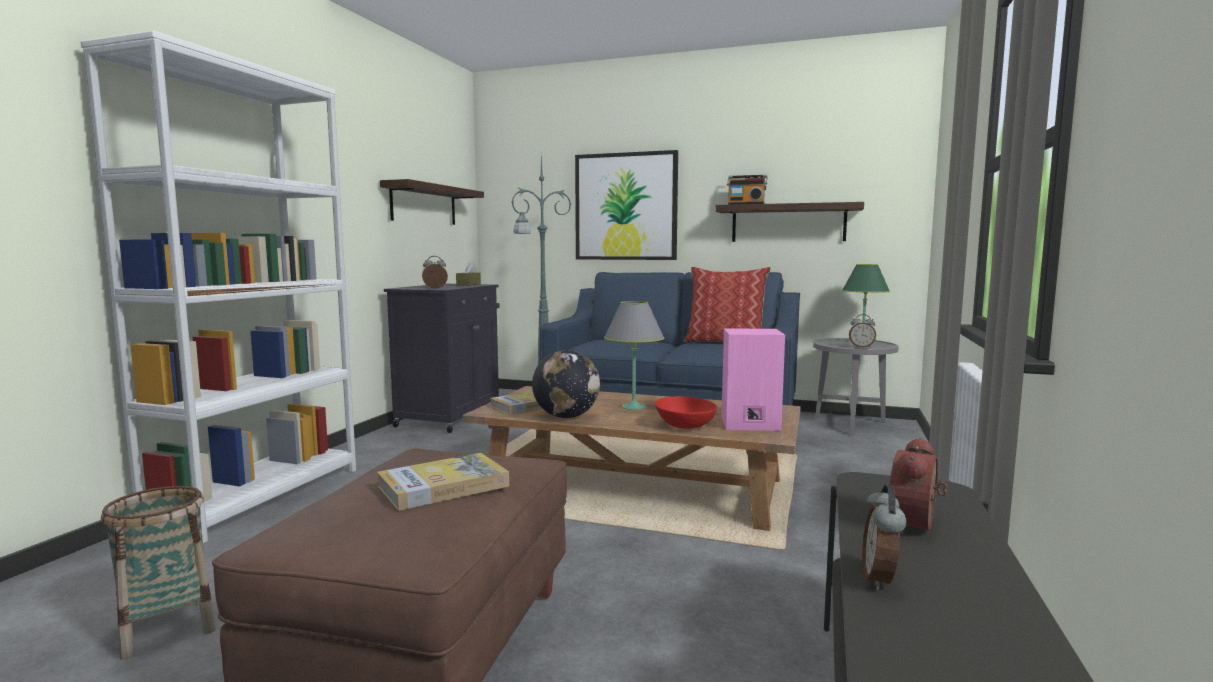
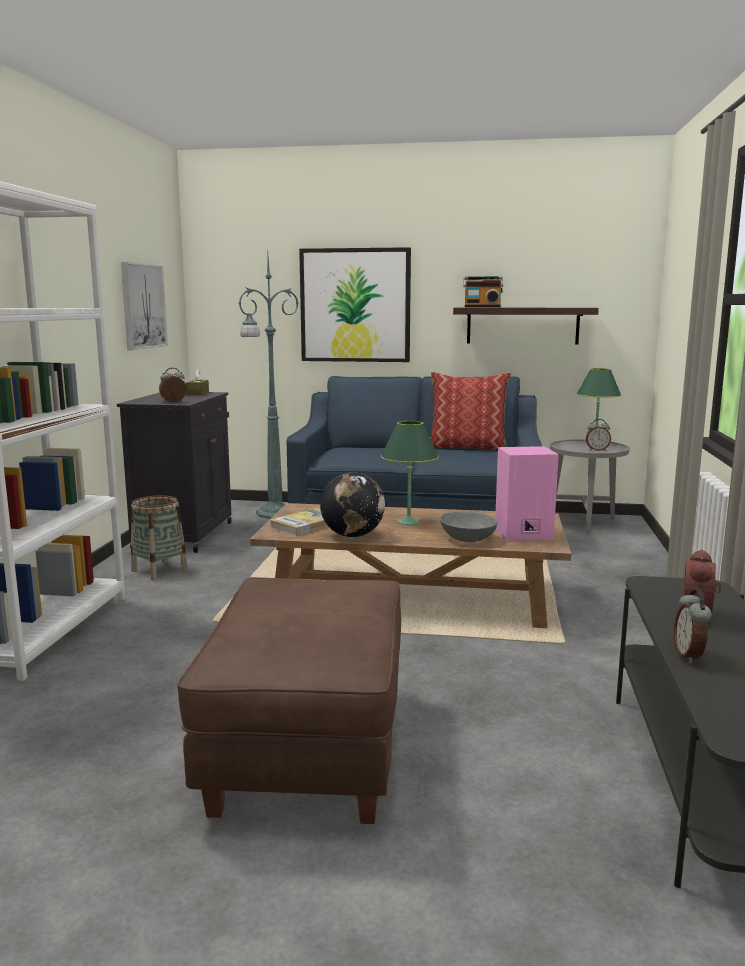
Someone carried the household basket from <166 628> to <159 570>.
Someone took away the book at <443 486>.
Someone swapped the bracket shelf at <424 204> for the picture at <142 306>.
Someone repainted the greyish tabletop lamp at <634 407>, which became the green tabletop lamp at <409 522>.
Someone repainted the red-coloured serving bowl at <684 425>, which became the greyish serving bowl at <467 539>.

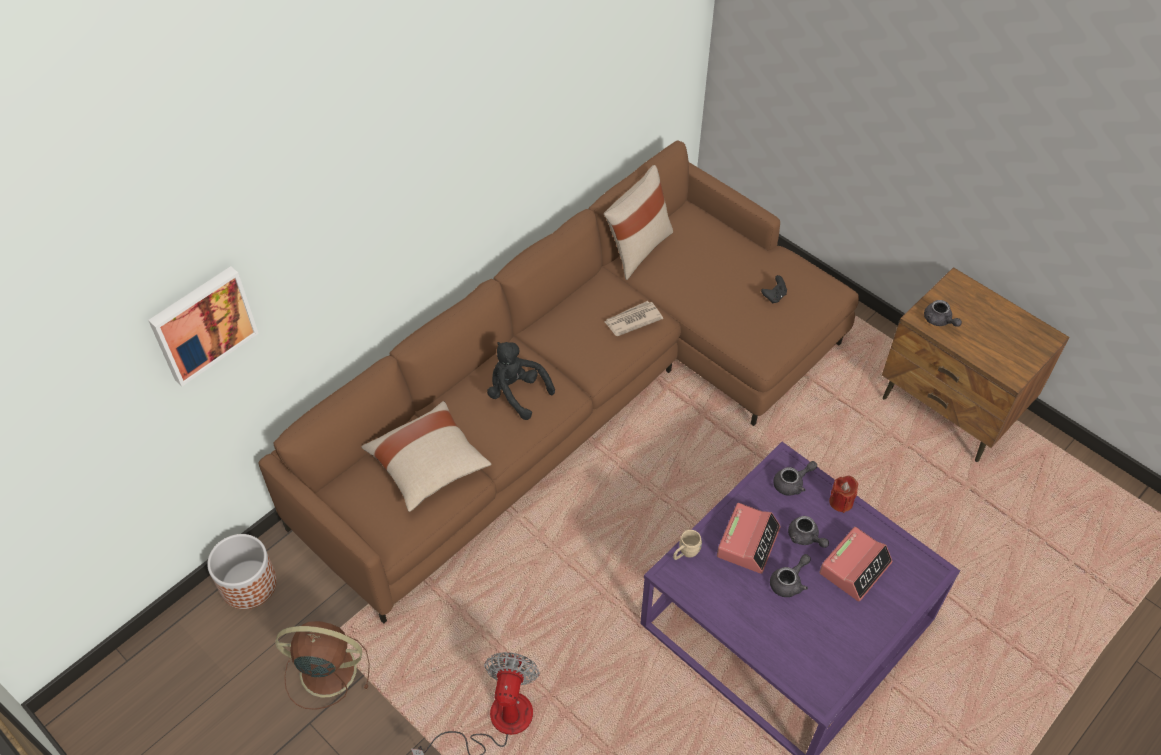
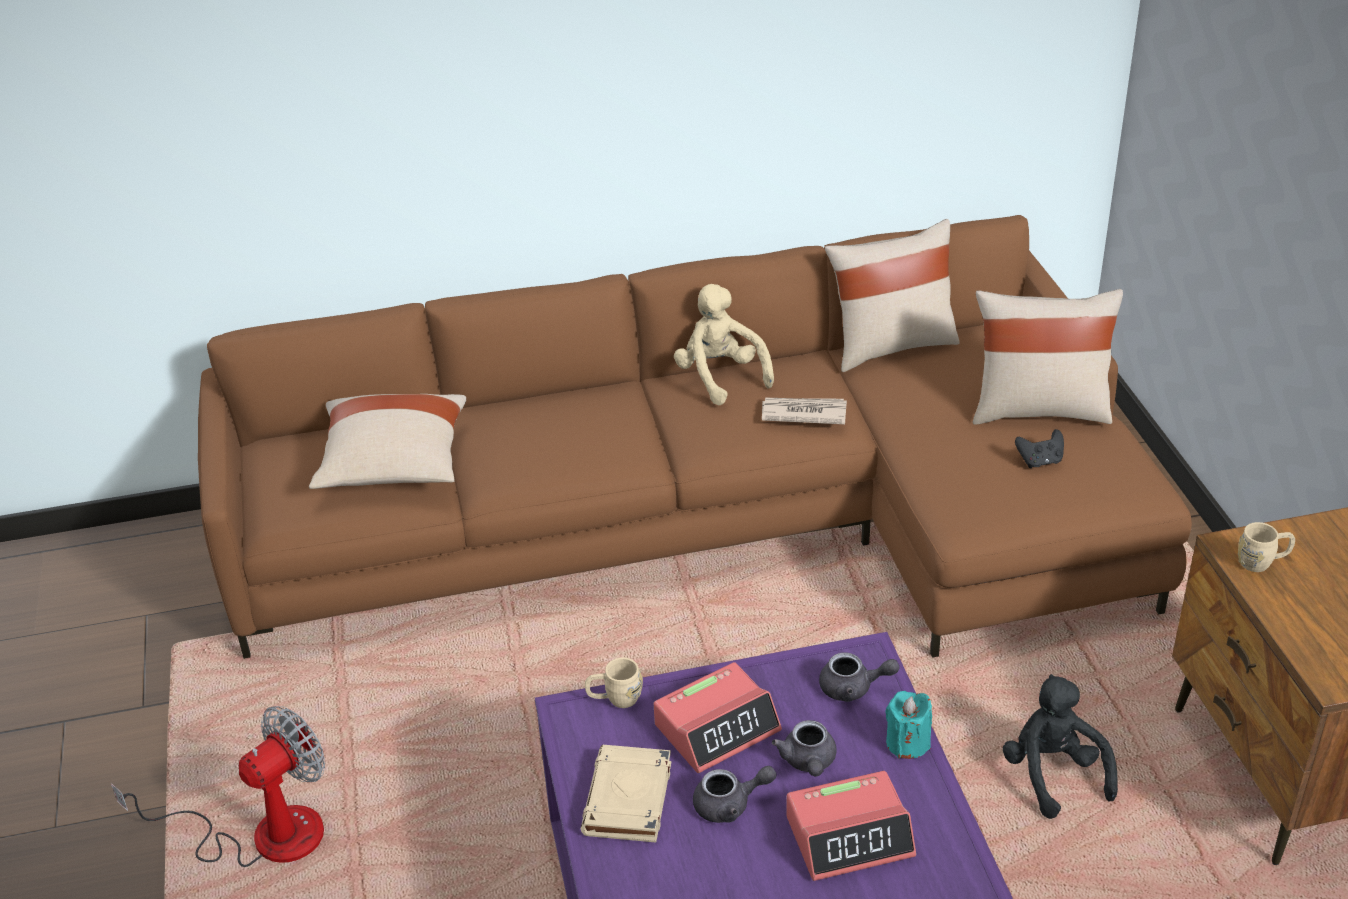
Someone took away the picture at <202 324>.
Someone took away the planter at <248 583>.
Someone took away the brown electric fan at <325 670>.
Someone carried the black plush toy from <516 393> to <1053 774>.
Someone repainted the red-coloured wax candle at <841 501>, which became the turquoise wax candle at <907 743>.
Someone swapped the greyish teapot at <939 321> for the sand-coloured tea mug at <1262 562>.
Someone put down the sand-coloured book at <628 800>.
Someone put down the sand-coloured plush toy at <720 377>.
Someone put down the sand-coloured throw pillow at <1039 409>.

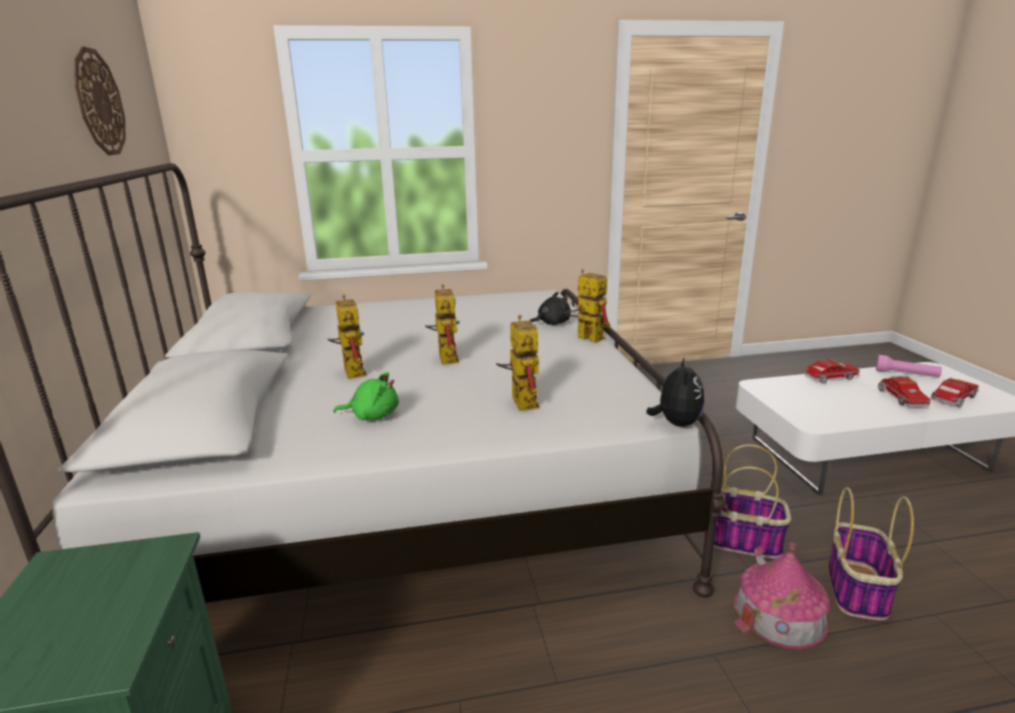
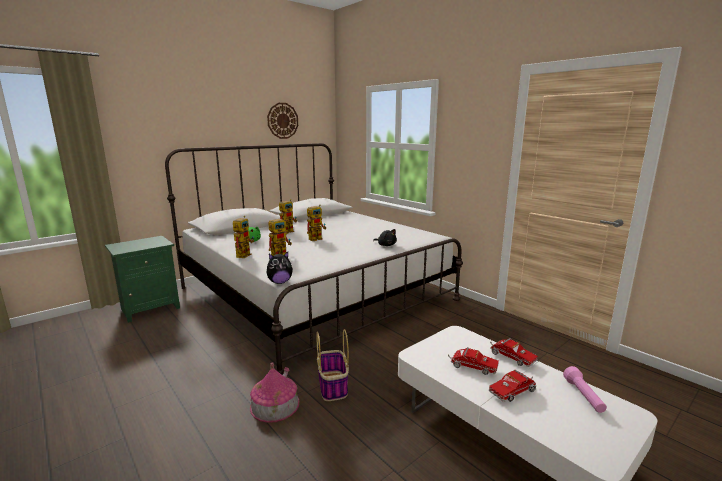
Someone carried the model robot from <584 337> to <244 254>.
Someone took away the household basket at <857 590>.
Someone carried the toy truck from <952 400> to <471 367>.

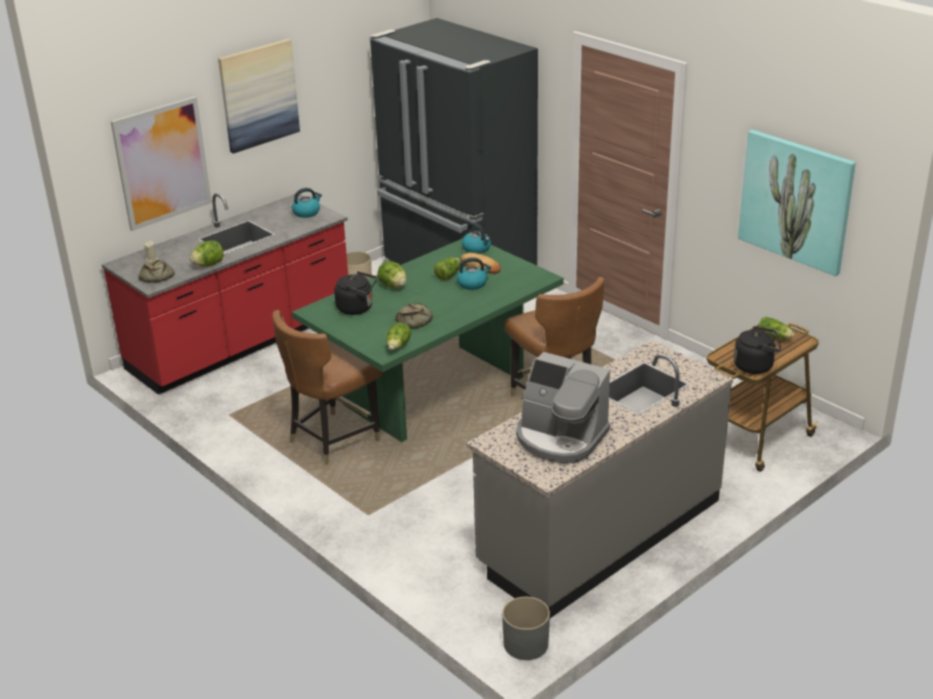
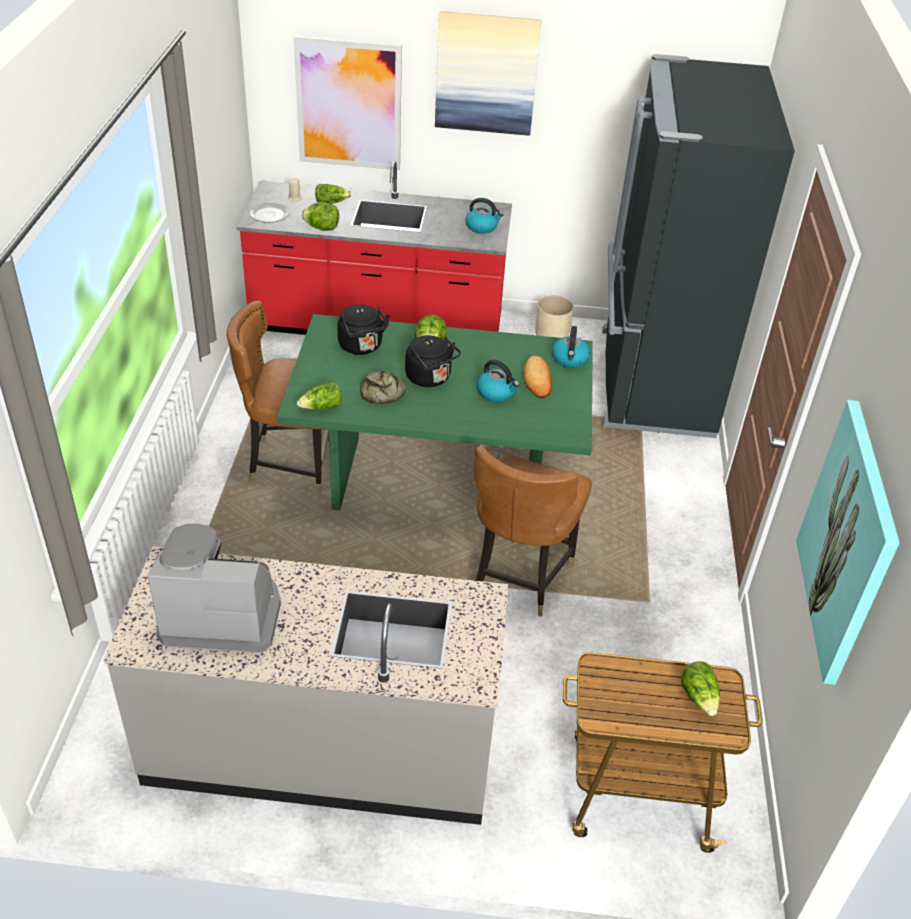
Someone swapped the bread at <156 277> for the dinner plate at <270 215>.
Someone carried the lettuce from <448 275> to <331 203>.
Someone took away the greyish planter at <526 644>.
Someone rotated the coffee brewer at <560 438> by 105 degrees clockwise.
Someone carried the black kettle from <756 366> to <430 378>.

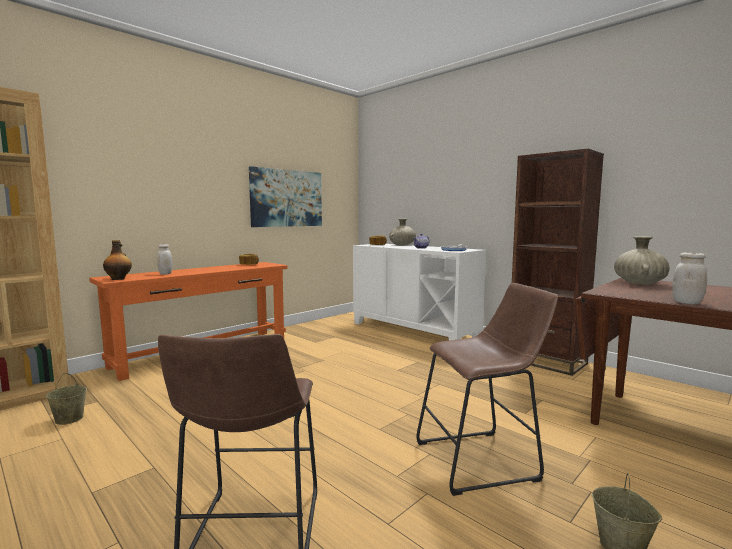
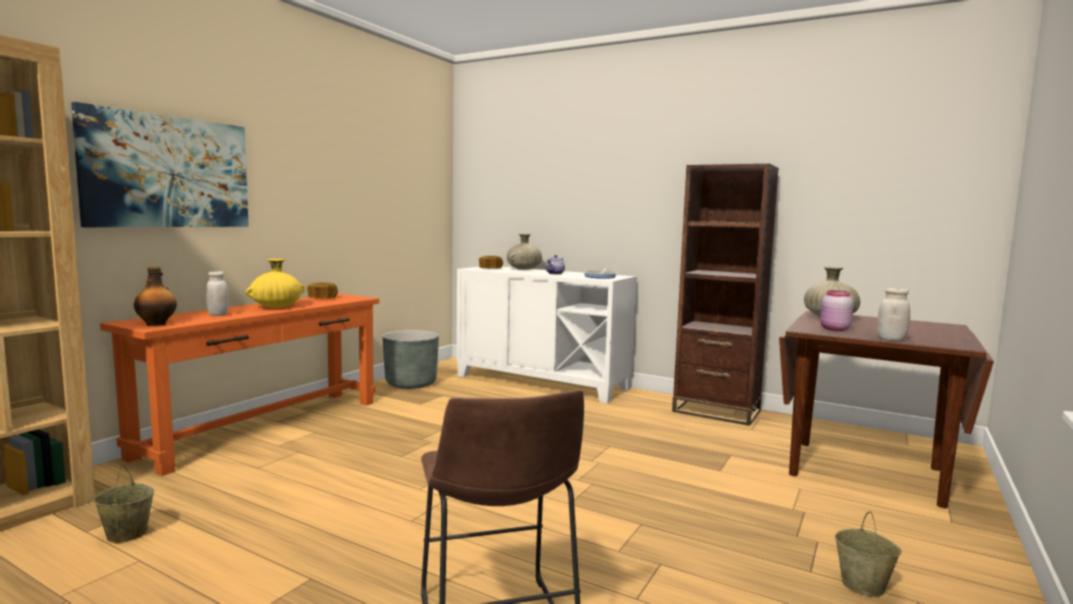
Someone carried the picture from <287 198> to <168 172>.
Someone took away the brown stool seat at <482 460>.
Someone put down the yellowish decorative vase at <276 307>.
Someone put down the greyish planter at <411 383>.
Someone put down the pinkish jar at <834 329>.

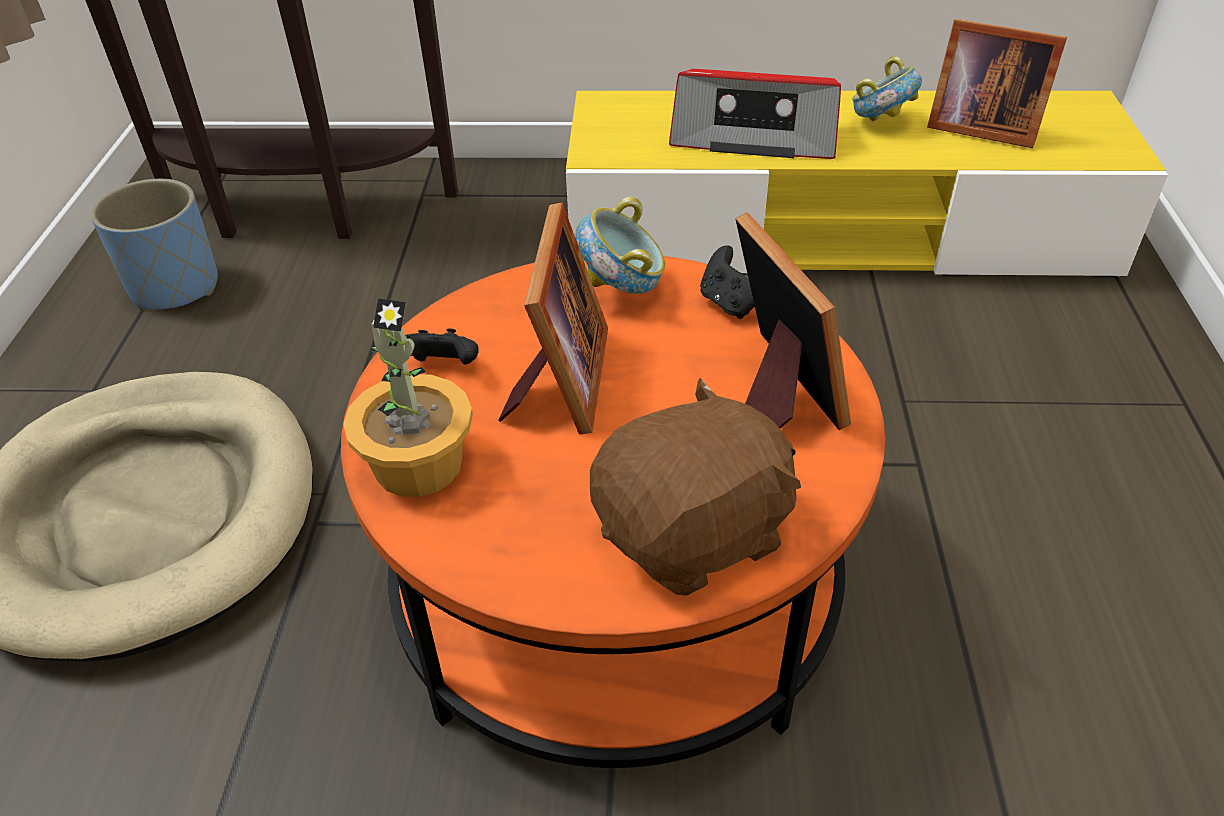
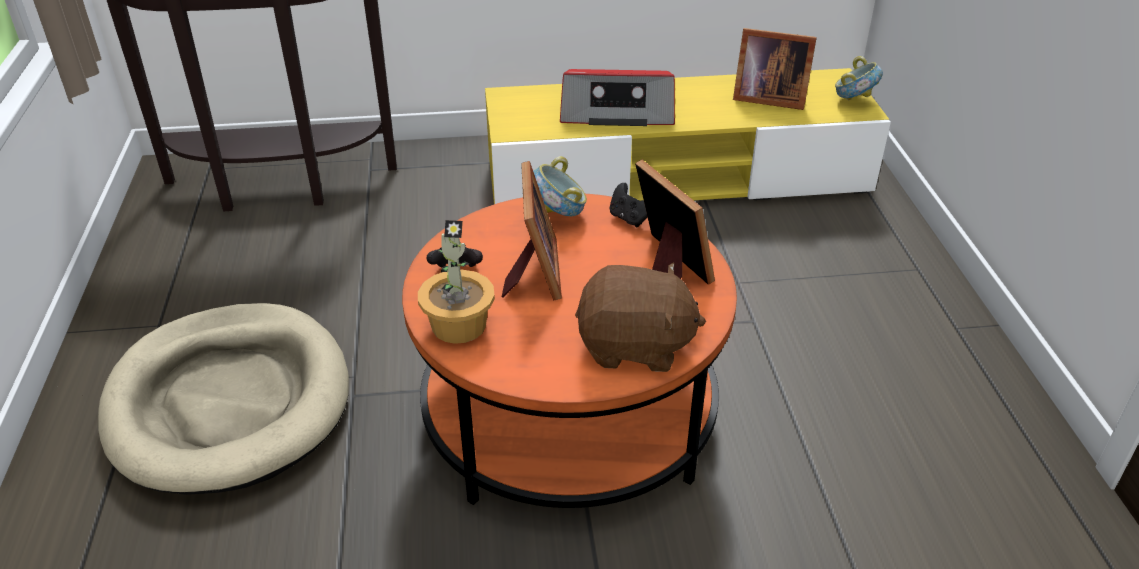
Someone took away the bluish planter at <175 287>.
Someone rotated the brown plush toy at <694 534> by 45 degrees clockwise.
Someone carried the serving bowl from <880 122> to <854 100>.

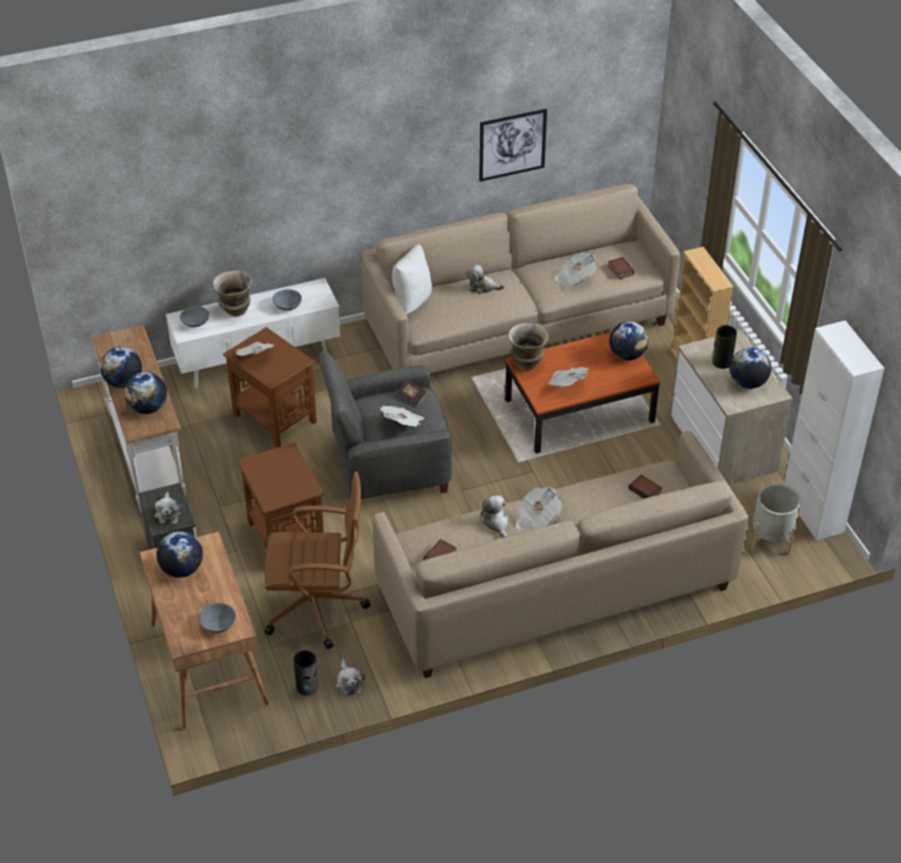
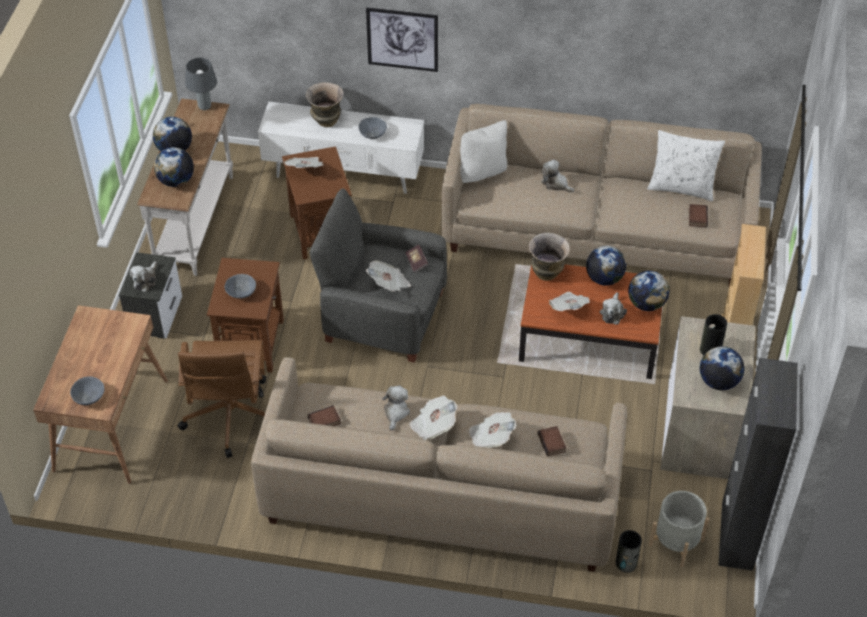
Someone carried the globe from <182 569> to <604 278>.
Someone carried the greyish serving bowl from <195 323> to <241 292>.
Someone rotated the brown computer chair at <318 608> by 60 degrees clockwise.
Someone carried the decorative vase from <307 686> to <626 563>.
Someone carried the plush toy from <349 682> to <612 312>.
Someone carried the picture from <512 145> to <402 39>.
Someone carried the newspaper from <575 278> to <491 437>.
Someone repainted the white storage cabinet at <812 512>, which became the black storage cabinet at <737 536>.
Someone put down the greyish tabletop lamp at <204 106>.
Someone put down the white throw pillow at <681 187>.

